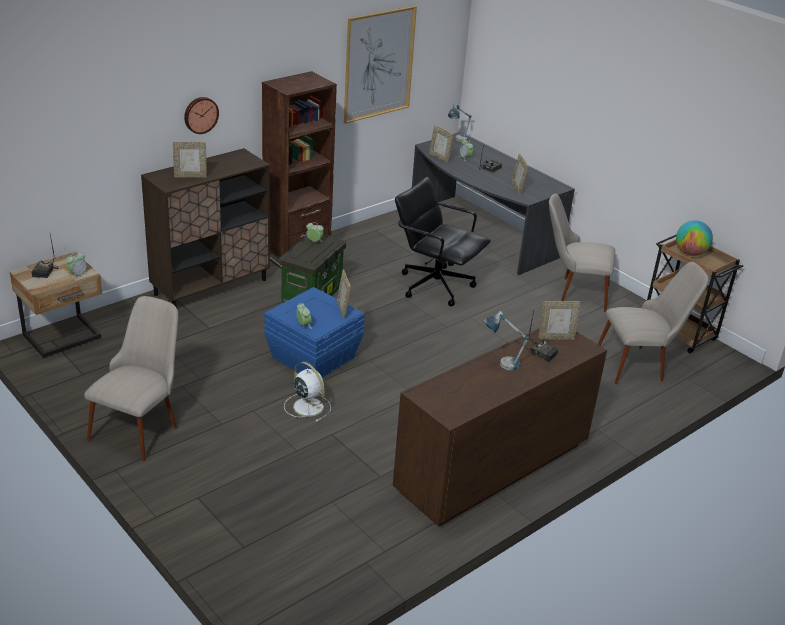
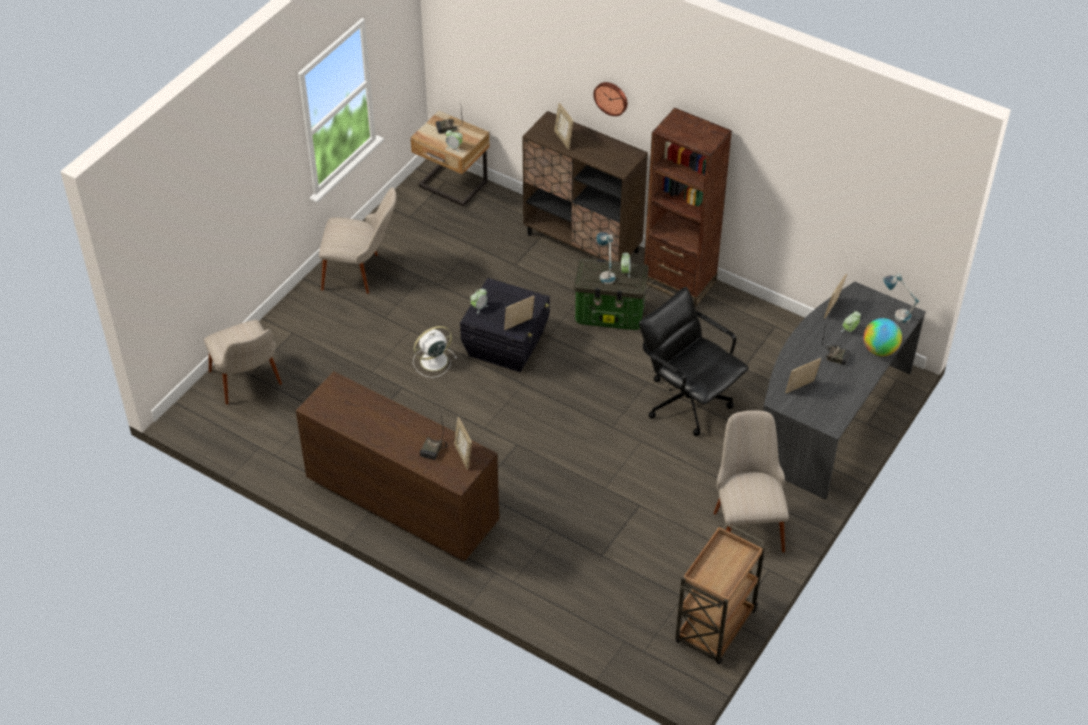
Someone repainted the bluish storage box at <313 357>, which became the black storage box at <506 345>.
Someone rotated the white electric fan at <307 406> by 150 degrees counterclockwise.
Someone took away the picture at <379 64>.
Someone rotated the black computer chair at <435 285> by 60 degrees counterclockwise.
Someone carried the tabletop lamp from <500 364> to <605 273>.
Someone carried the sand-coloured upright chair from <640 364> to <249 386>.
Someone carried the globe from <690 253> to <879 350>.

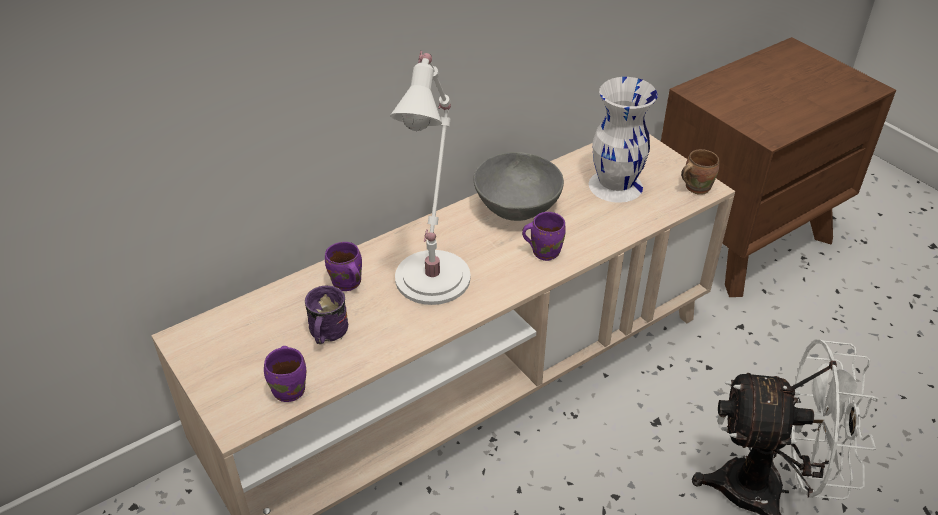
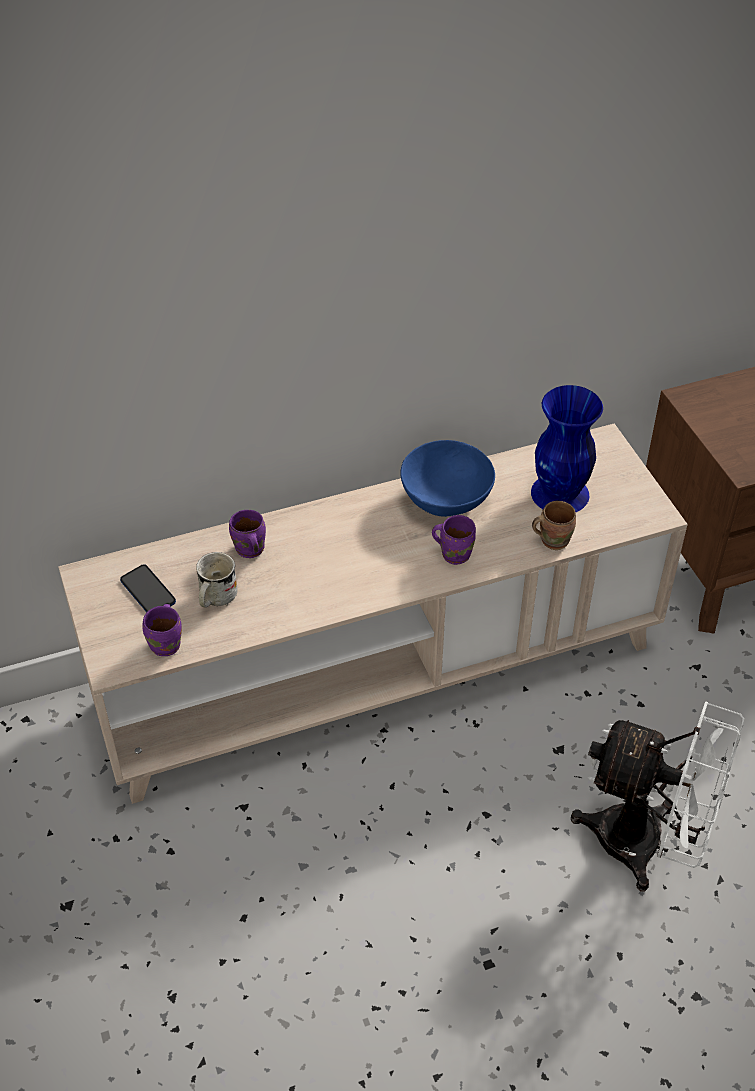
Someone repainted the purple-coloured tea mug at <326 334>, which became the white tea mug at <215 598>.
Someone took away the white tabletop lamp at <434 273>.
Someone repainted the greyish serving bowl at <517 208>, which became the bluish serving bowl at <446 500>.
Someone repainted the white decorative vase at <615 186>, which became the bluish decorative vase at <559 494>.
Someone carried the brown tea mug from <695 187> to <552 539>.
Someone put down the phone at <148 592>.

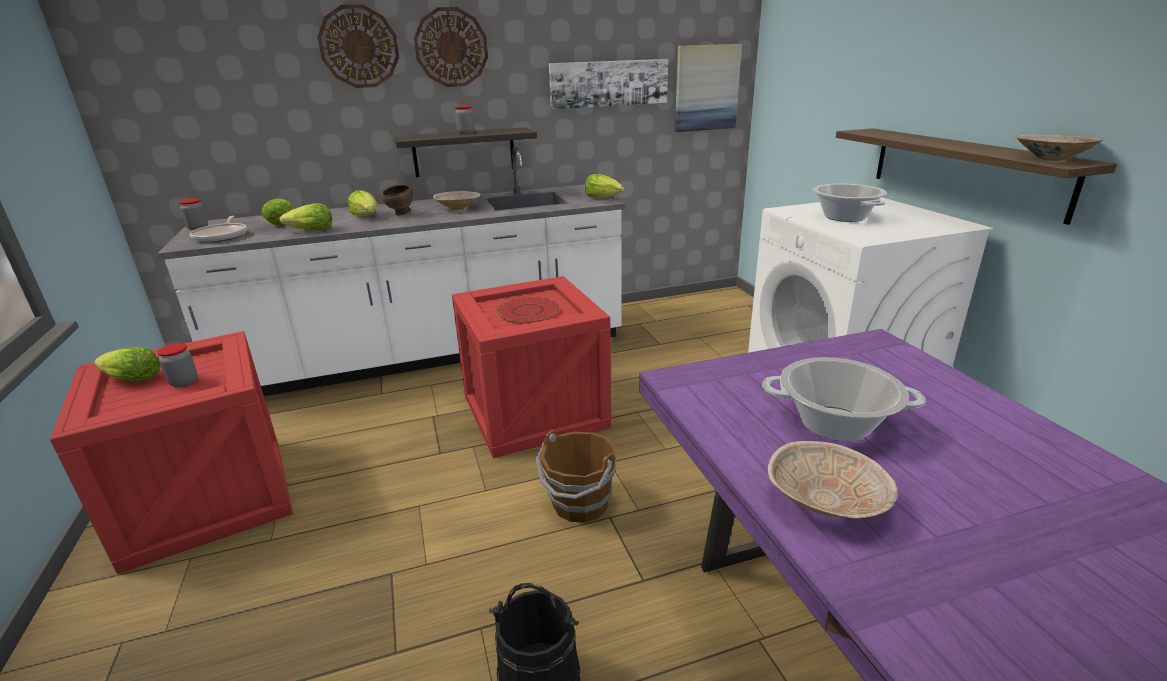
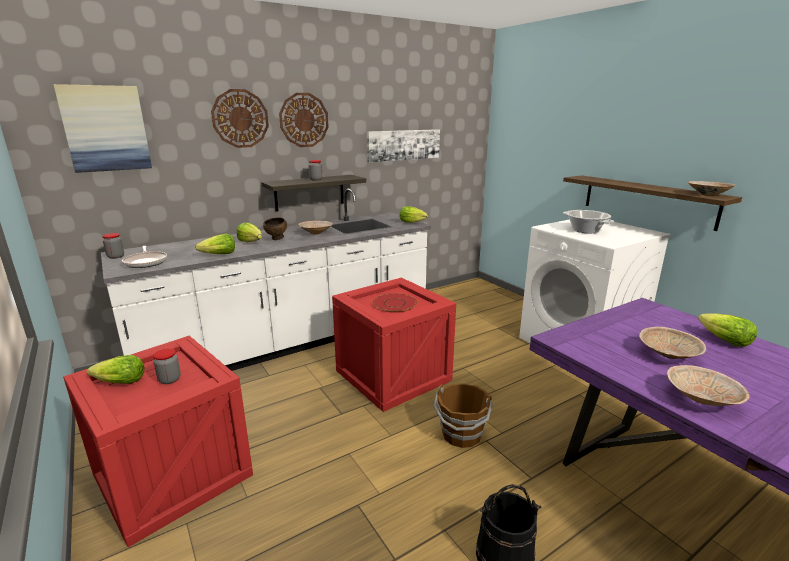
Someone carried the lettuce from <282 223> to <723 340>.
Someone carried the picture from <706 88> to <105 128>.
Someone swapped the stockpot at <835 424> for the sand-coloured serving bowl at <668 355>.

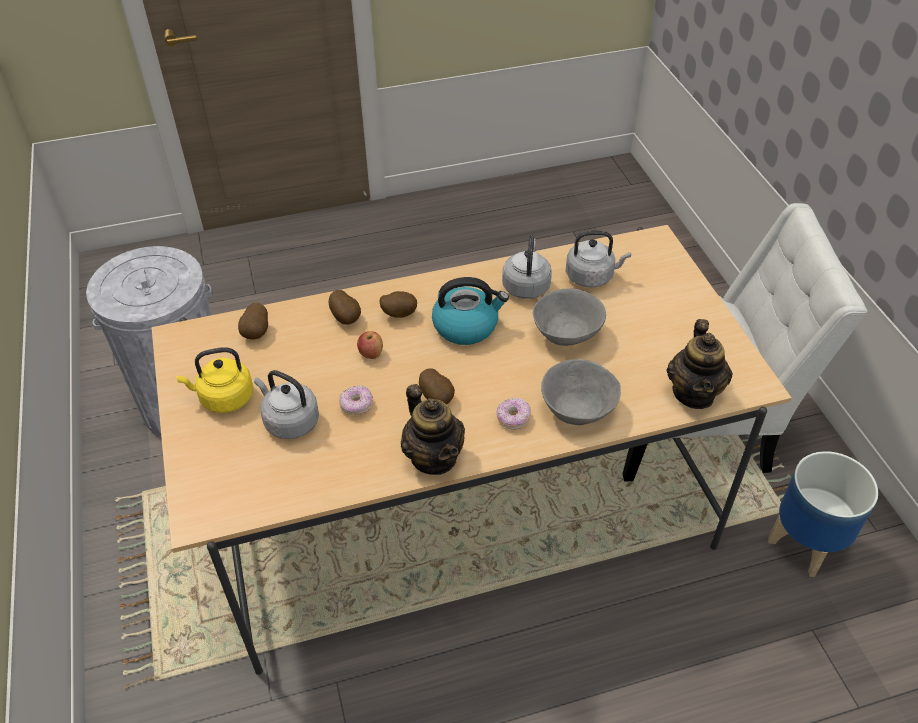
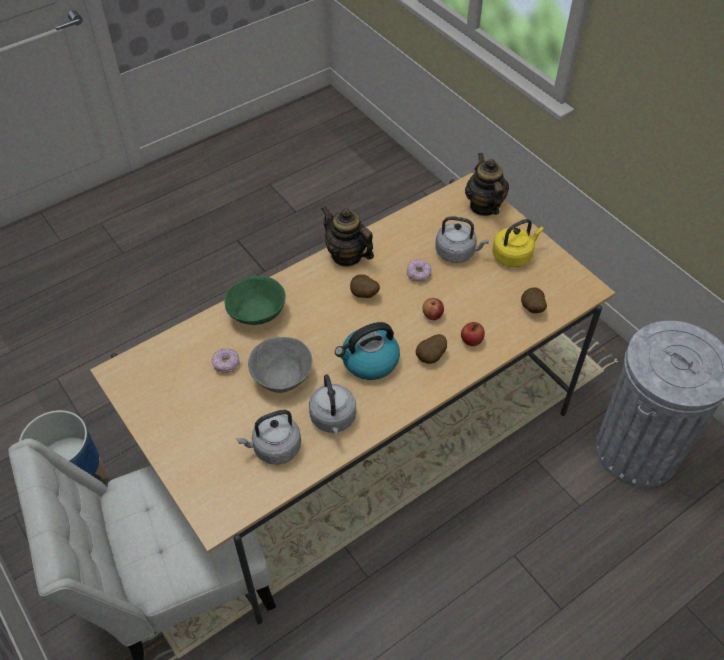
Someone swapped the whole potato at <346 318> for the apple at <471 341>.
Someone carried the donut from <513 418> to <226 364>.
Someone repainted the greyish serving bowl at <577 410>, which became the green serving bowl at <257 313>.
Someone carried the teapot from <694 393> to <484 206>.

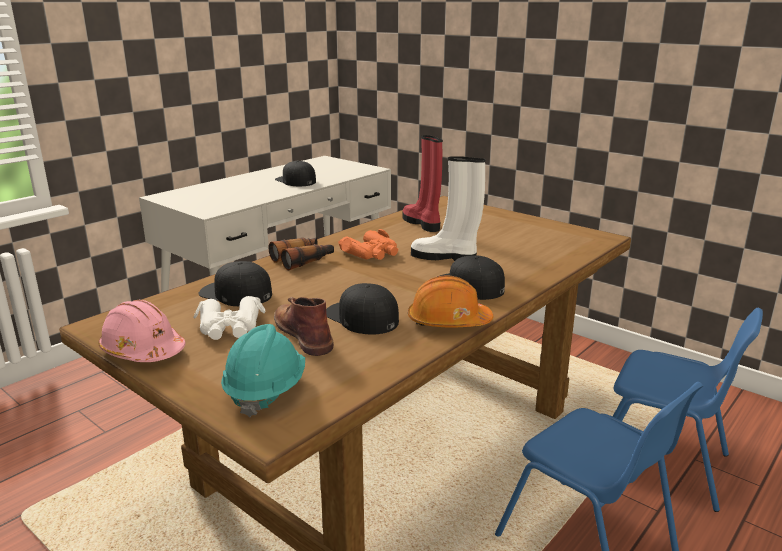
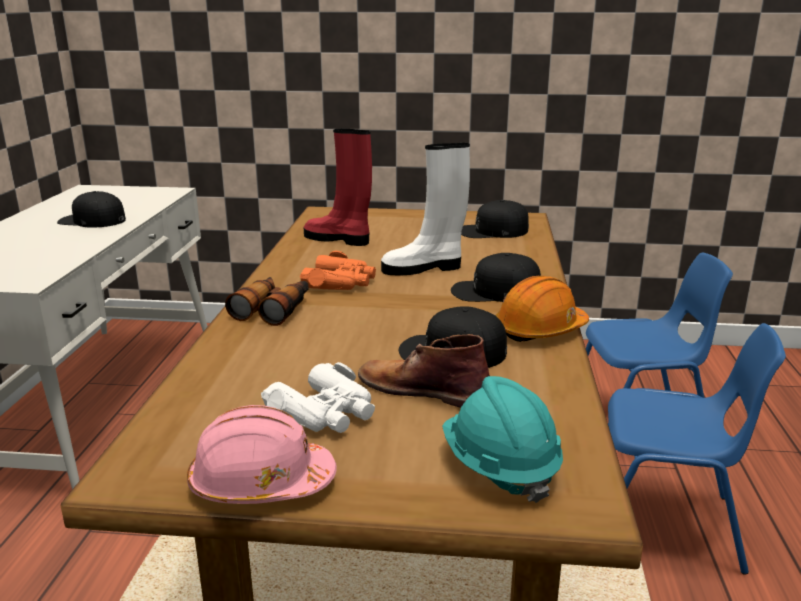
Someone carried the black peaked cap from <236 293> to <493 231>.

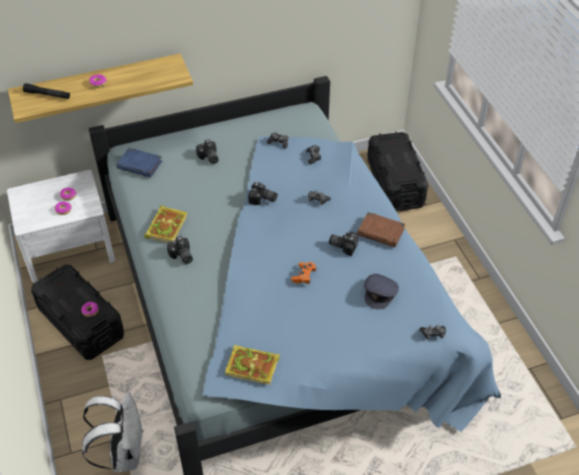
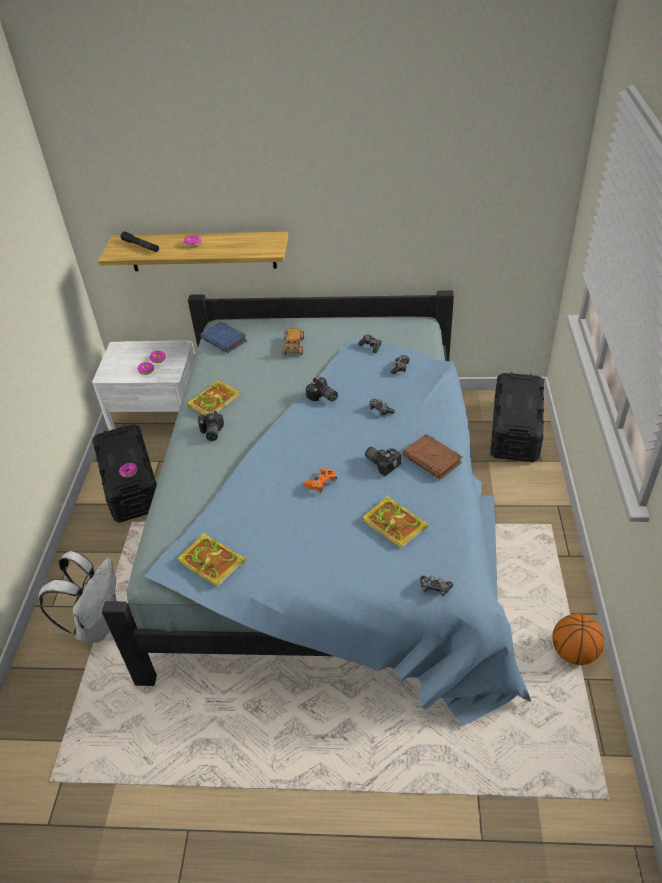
Someone swapped the photo camera at <208 158> for the toy car at <293 347>.
Someone swapped the greyish peaked cap at <380 293> for the book at <396 524>.
Someone put down the ball for basketball at <574 652>.

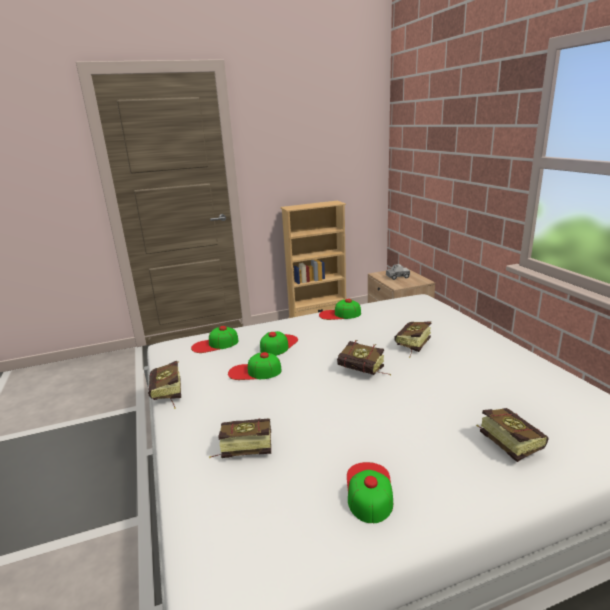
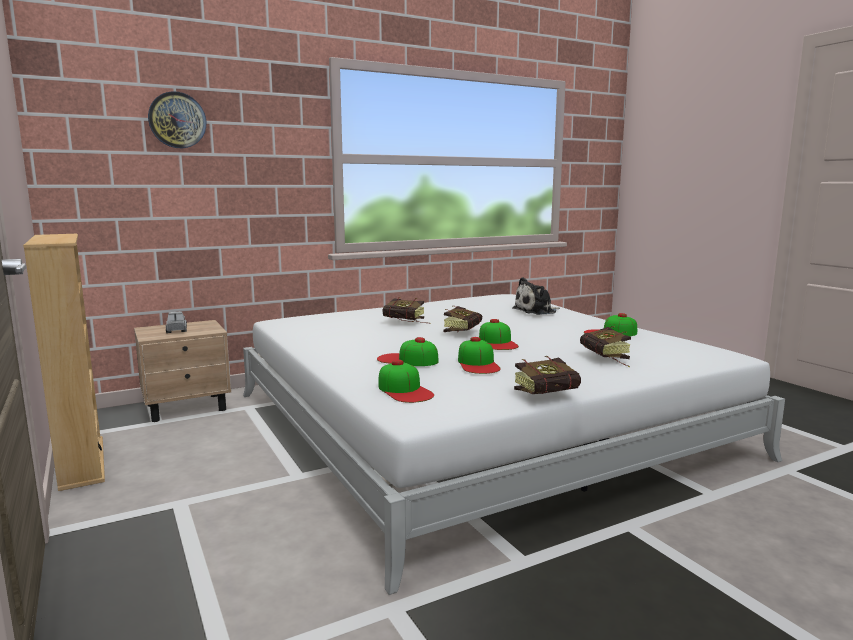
Someone carried the peaked cap from <339 314> to <497 342>.
Someone swapped the book at <505 441> for the plush toy at <536 311>.
Someone put up the clock on the wall at <177 120>.

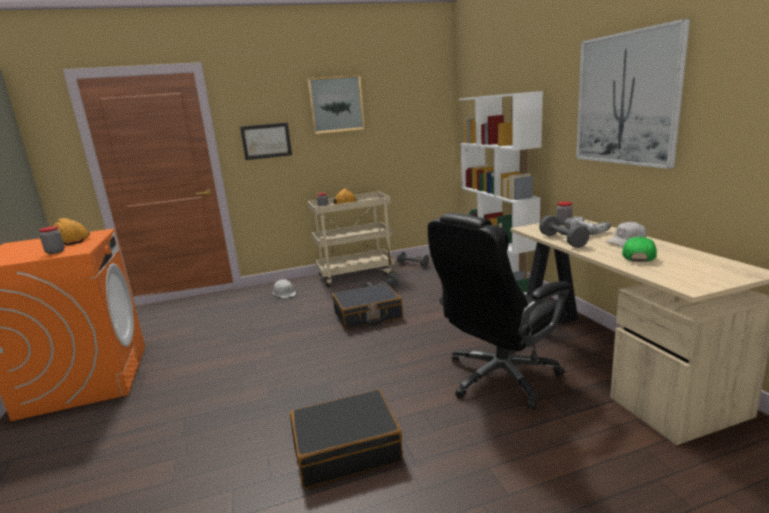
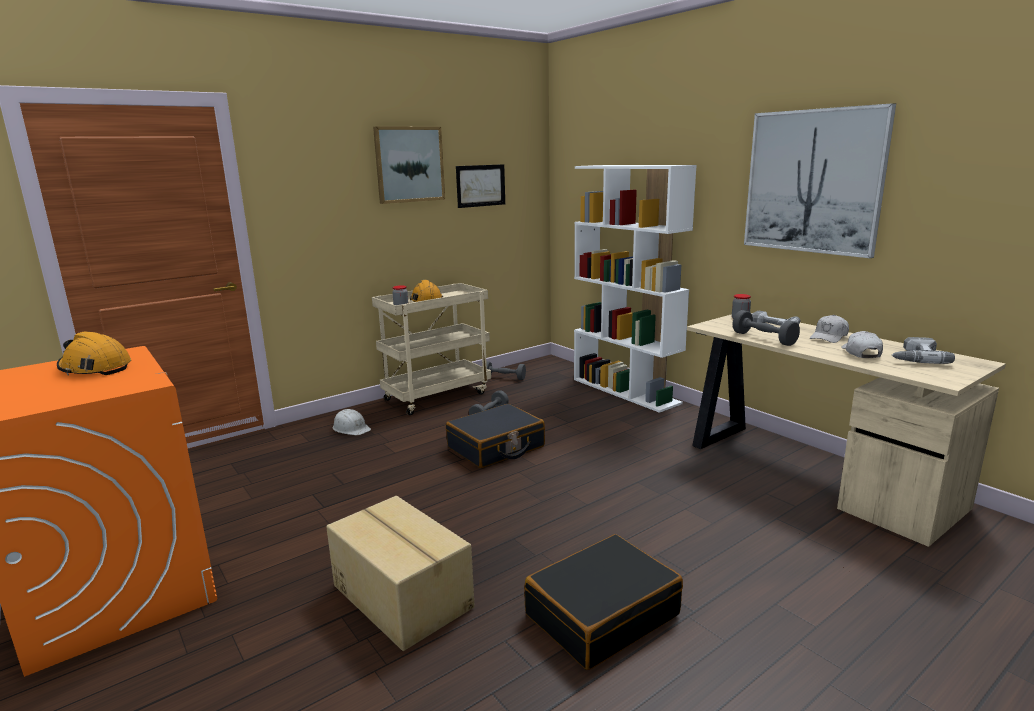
Someone took away the jar at <55 252>.
Someone carried the picture from <266 141> to <480 185>.
Someone took away the black computer chair at <499 377>.
Someone repainted the green peaked cap at <638 257>, which became the white peaked cap at <861 353>.
Someone put down the carton at <403 595>.
Someone put down the electric drill at <914 357>.

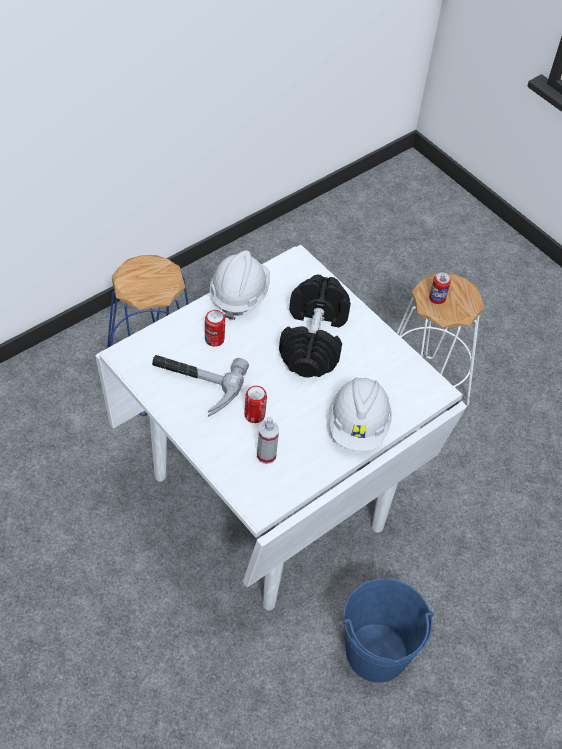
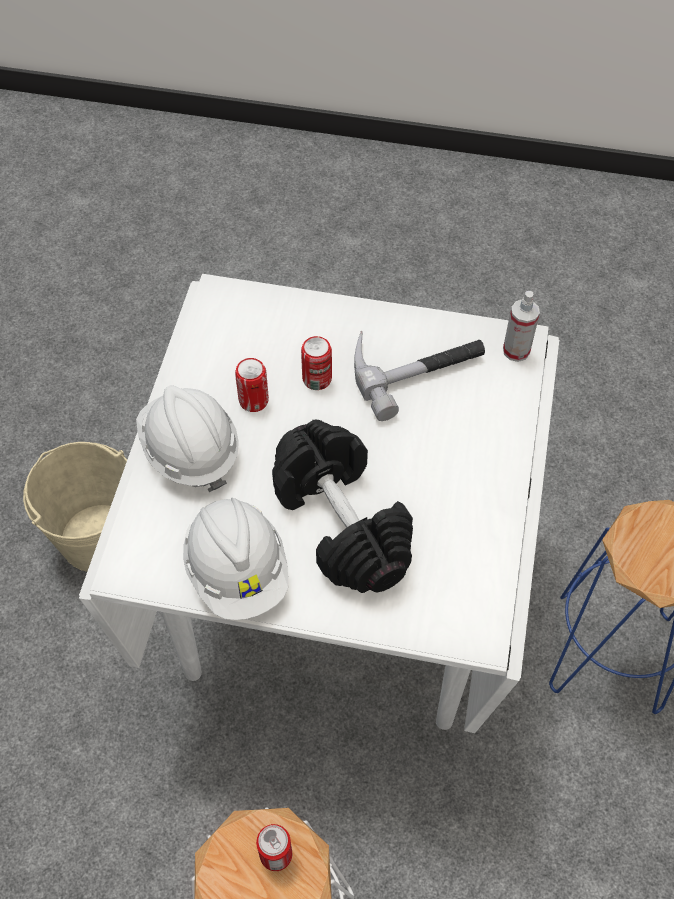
Someone carried the can from <214 339> to <253 400>.
Someone carried the white hard hat from <239 295> to <238 571>.
Someone carried the sprayer from <266 455> to <516 350>.
Someone repainted the bluish bucket at <376 653>, which became the sand-coloured bucket at <98 538>.

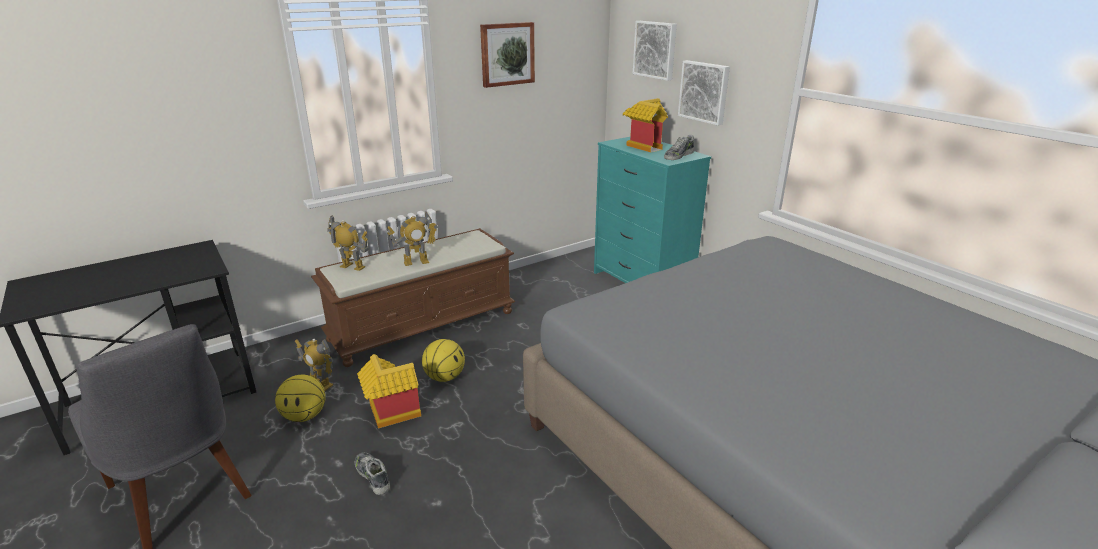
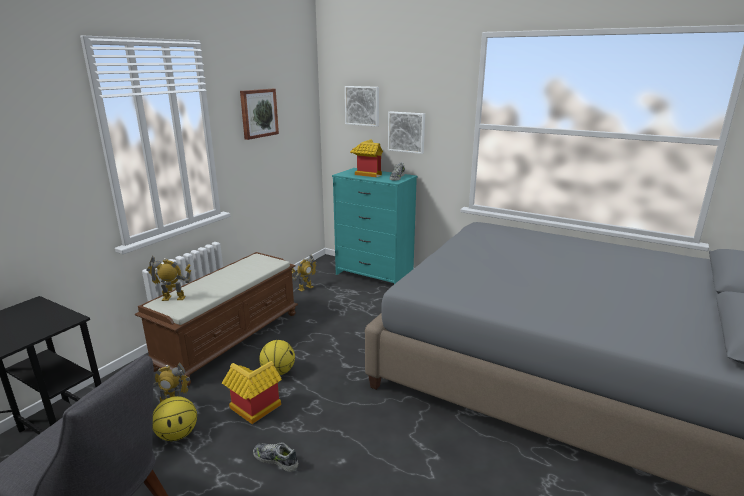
Someone carried the model robot from <416 262> to <305 288>.

